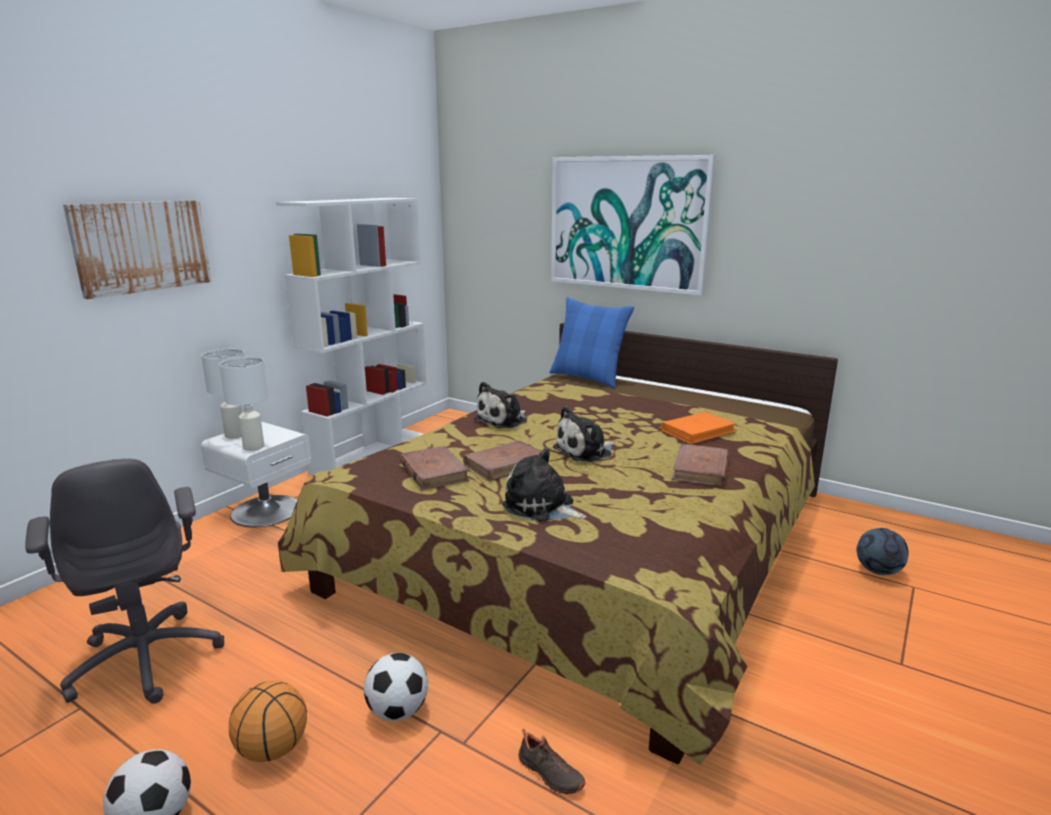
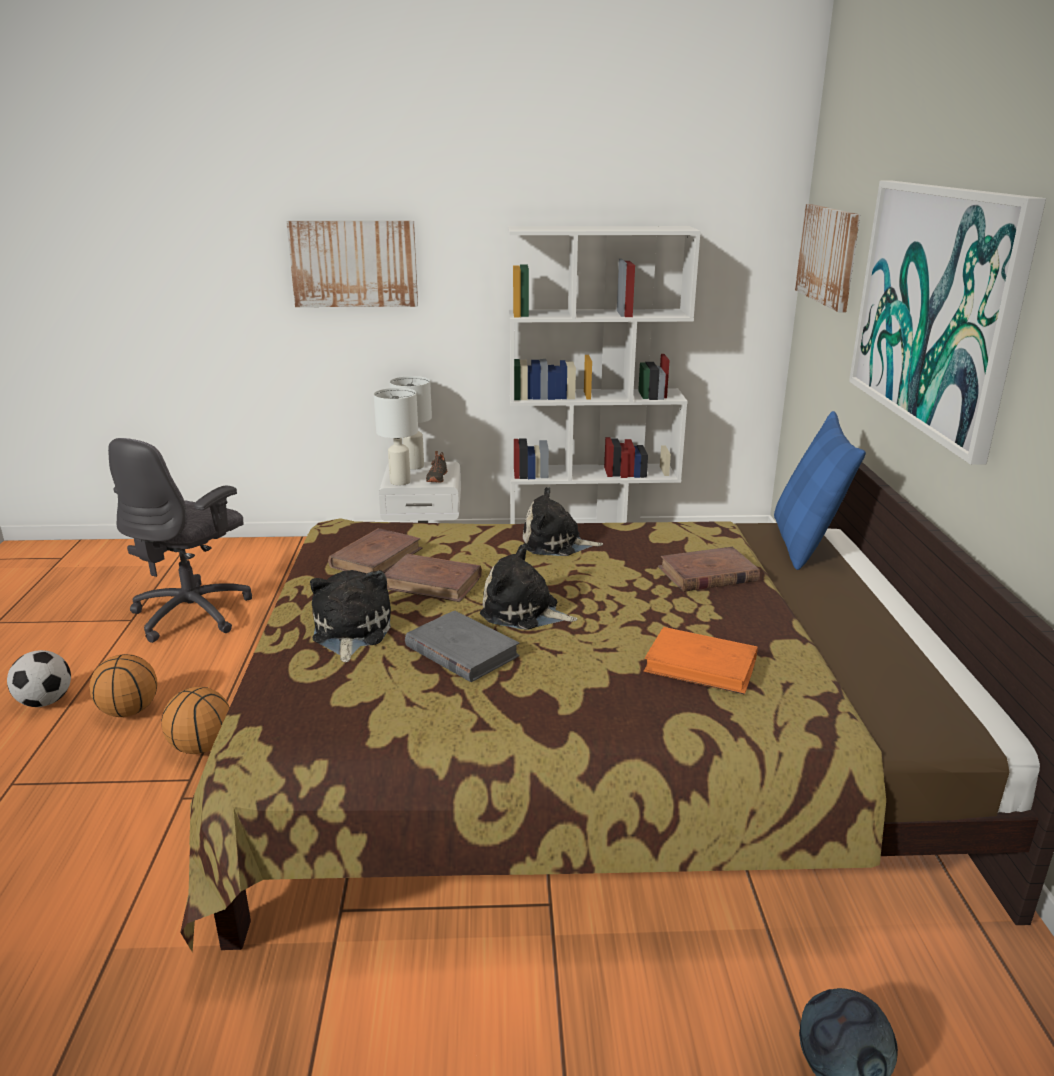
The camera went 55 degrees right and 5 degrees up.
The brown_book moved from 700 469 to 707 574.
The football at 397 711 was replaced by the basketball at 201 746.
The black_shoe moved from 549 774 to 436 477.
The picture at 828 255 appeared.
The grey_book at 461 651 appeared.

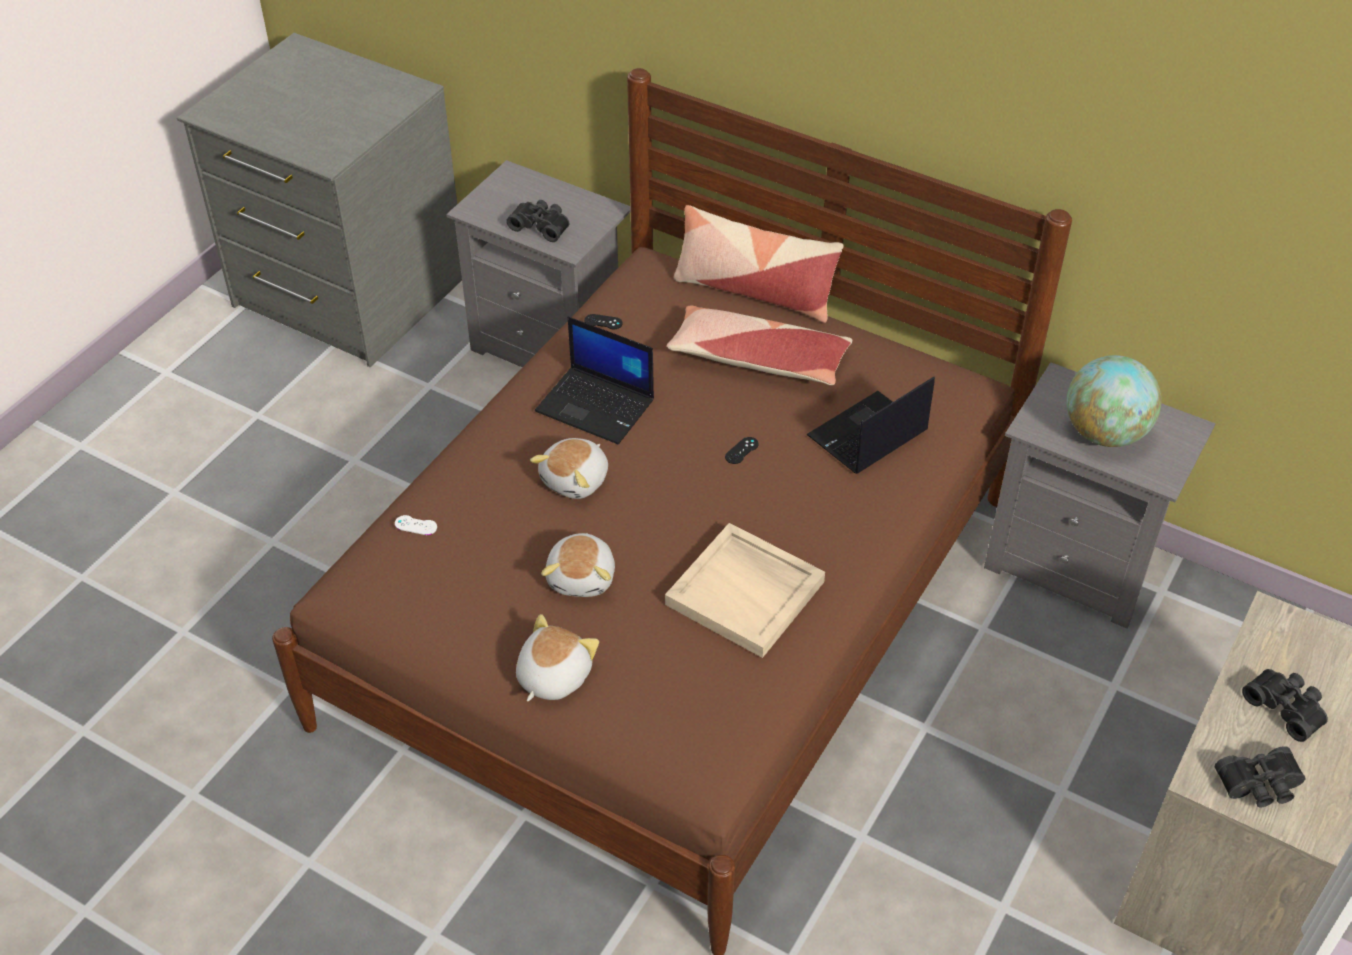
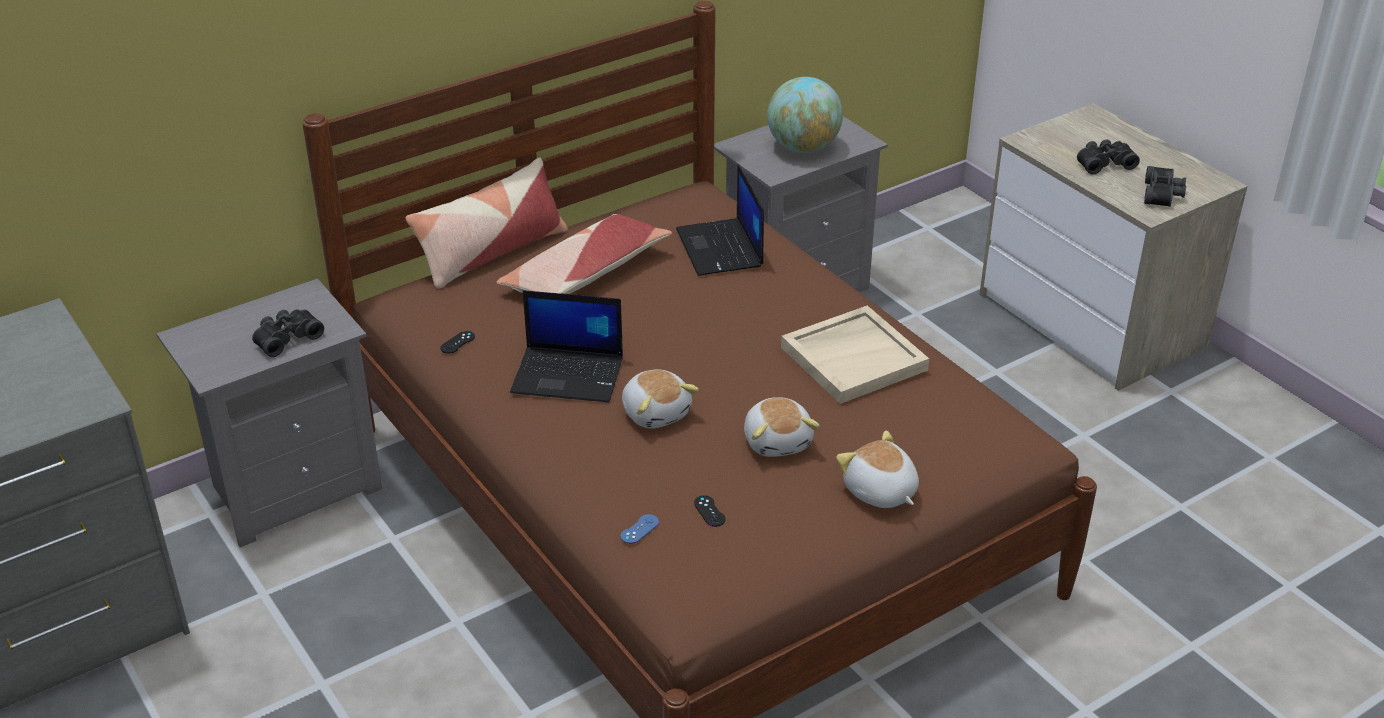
The camera went 65 degrees left and 10 degrees down.
The laptop at 597 405 turned 45 degrees clockwise.
The black_game_controller moved from 741 450 to 709 511.
The white_game_controller at 416 525 became the blue_game_controller at 639 529.
The plush_toy at 582 577 turned 45 degrees clockwise.

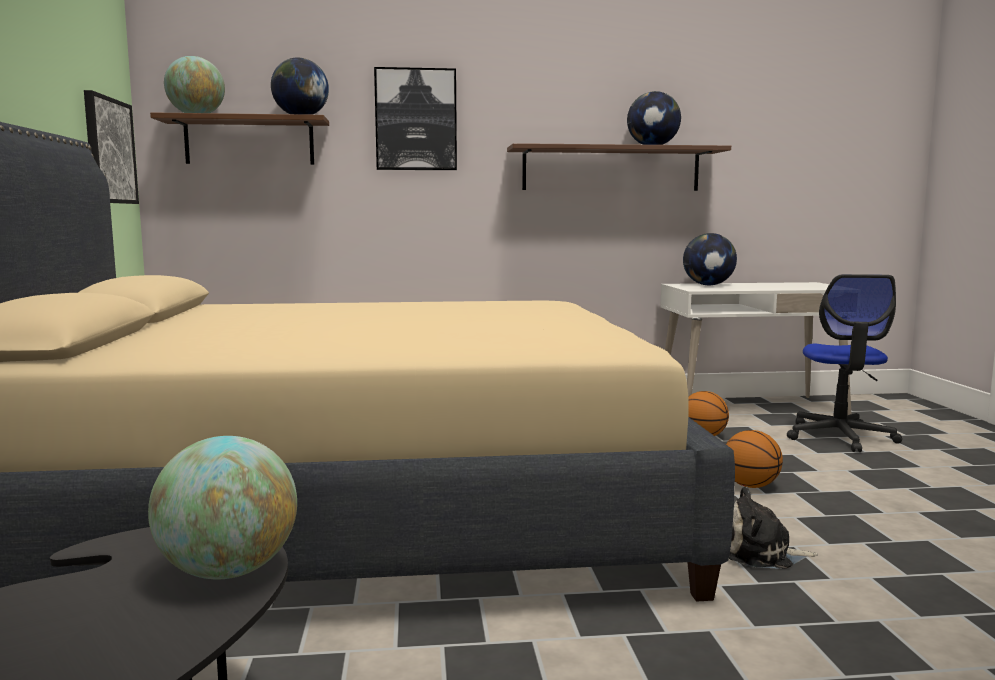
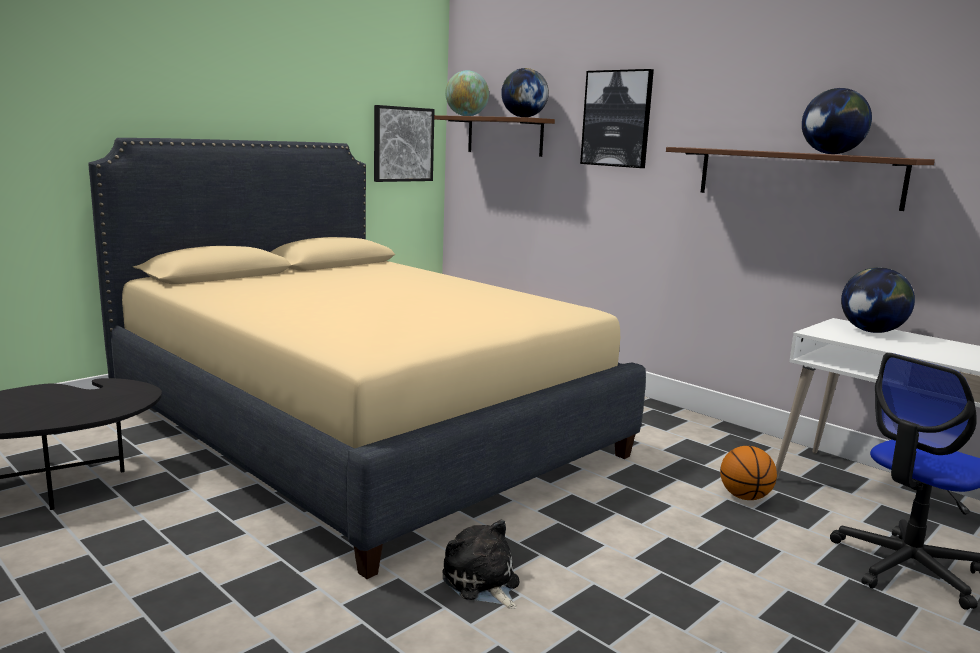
The camera went 50 degrees right and 5 degrees up.
The basketball at 750 486 disappeared.
The globe at 229 571 disappeared.

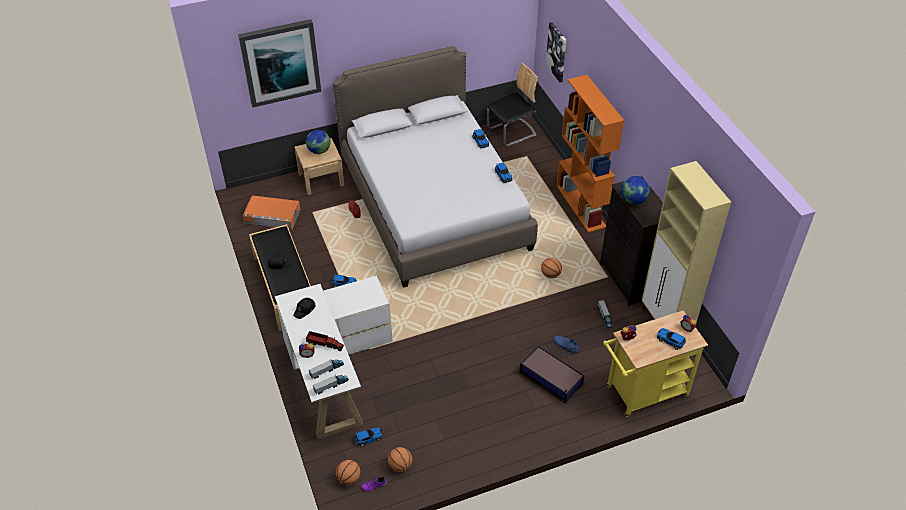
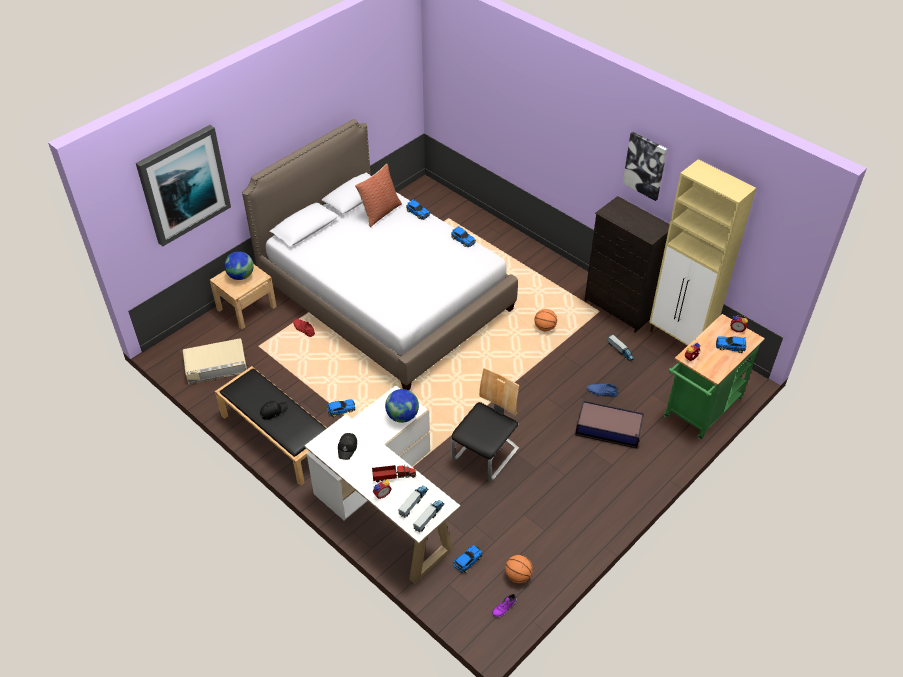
The camera went 25 degrees left and 0 degrees up.
The picture moved from 557 52 to 645 165.
The chair moved from 512 132 to 486 455.
The orange_bookcase at 581 206 disappeared.
The globe moved from 633 200 to 402 416.
The orange_storage_box at 273 216 became the beige_storage_box at 216 365.
The yellow_cart at 642 393 became the green_cart at 699 411.
The basketball at 349 478 disappeared.
The pillow at 380 212 appeared.

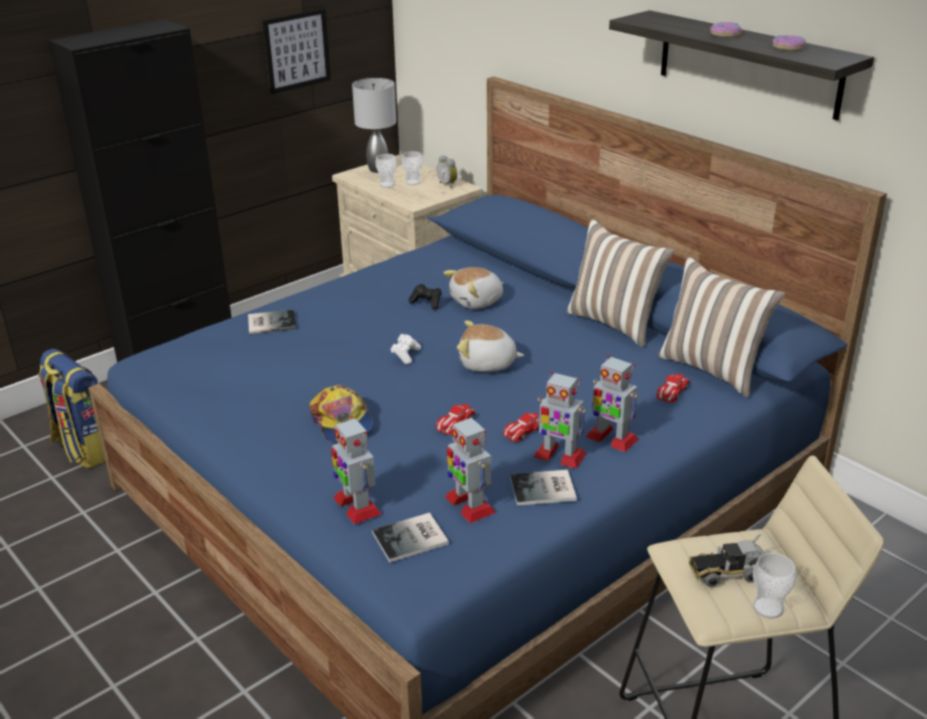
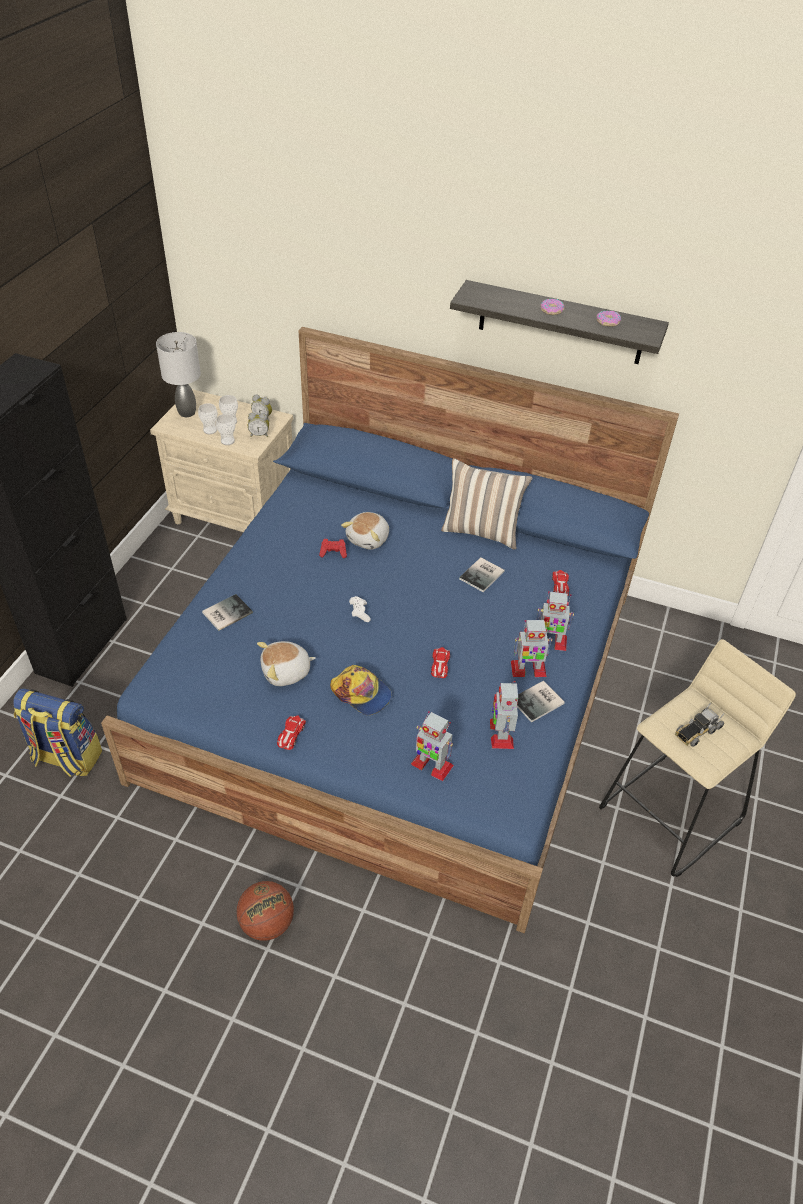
The camera went 30 degrees left and 15 degrees up.
The picture at 297 51 disappeared.
The pillow at 713 369 disappeared.
The black_game_controller at 427 303 became the red_game_controller at 333 553.
The plush_toy moved from 487 364 to 286 672.
The toy_car moved from 524 430 to 291 734.
The toy_robot at 469 504 turned 60 degrees clockwise.
The book moved from 412 539 to 483 575.
The cup moved from 768 608 to 227 441.
The alarm_clock at 259 435 appeared.
The basketball at 267 923 appeared.

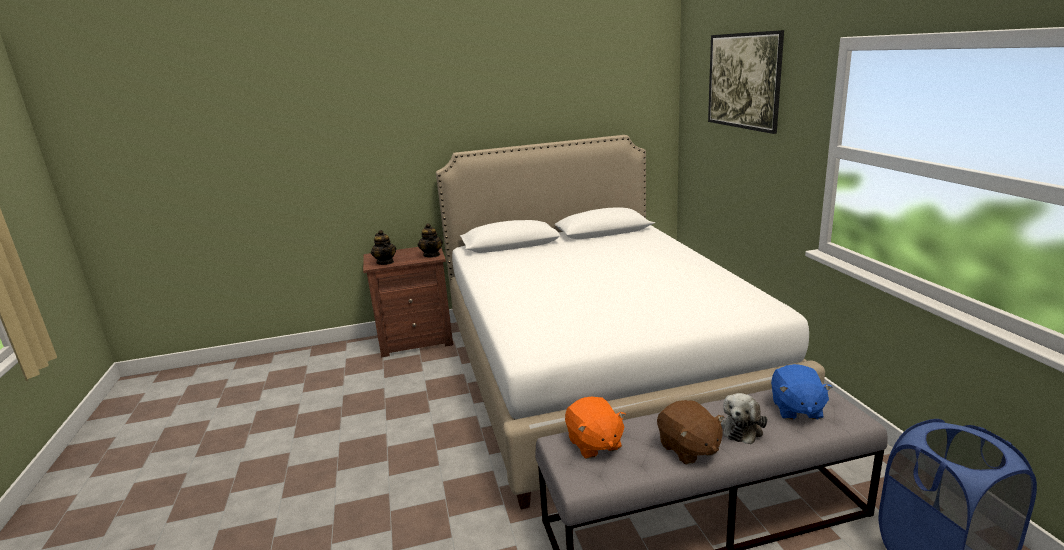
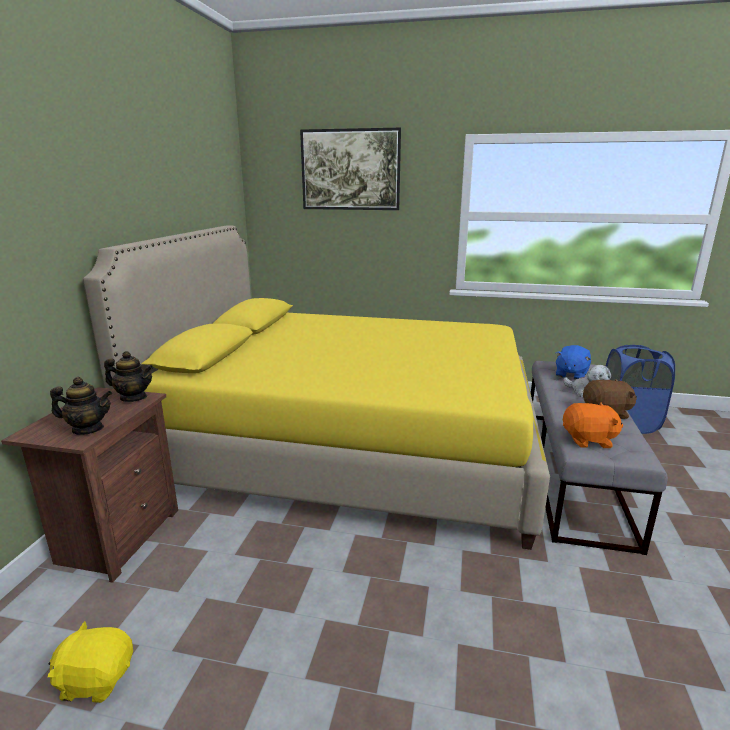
The camera went 65 degrees left and 0 degrees up.
The white_bed at 597 371 became the yellow_bed at 350 446.
The blue_plush_toy at 796 409 turned 90 degrees clockwise.
The yellow_plush_toy at 96 679 appeared.

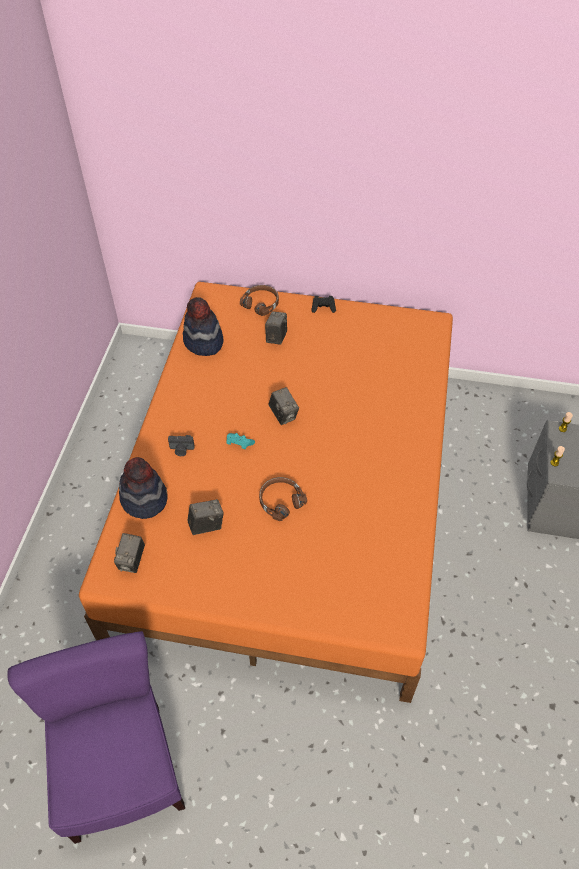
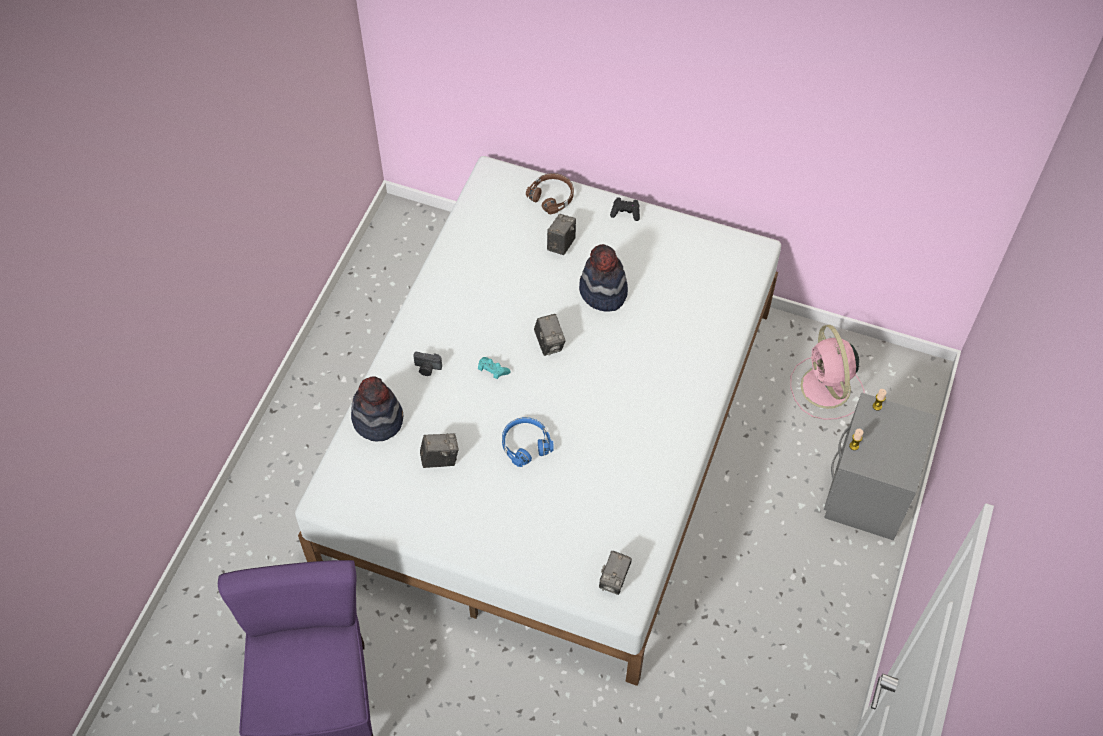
The camera went 10 degrees right and 5 degrees up.
The orange_bed at 290 498 became the white_bed at 553 434.
The hat moved from 203 342 to 603 292.
The brown_headphones at 280 500 became the blue_headphones at 525 444.
The photo_camera moved from 132 561 to 614 580.
The pink_fan at 826 389 appeared.

